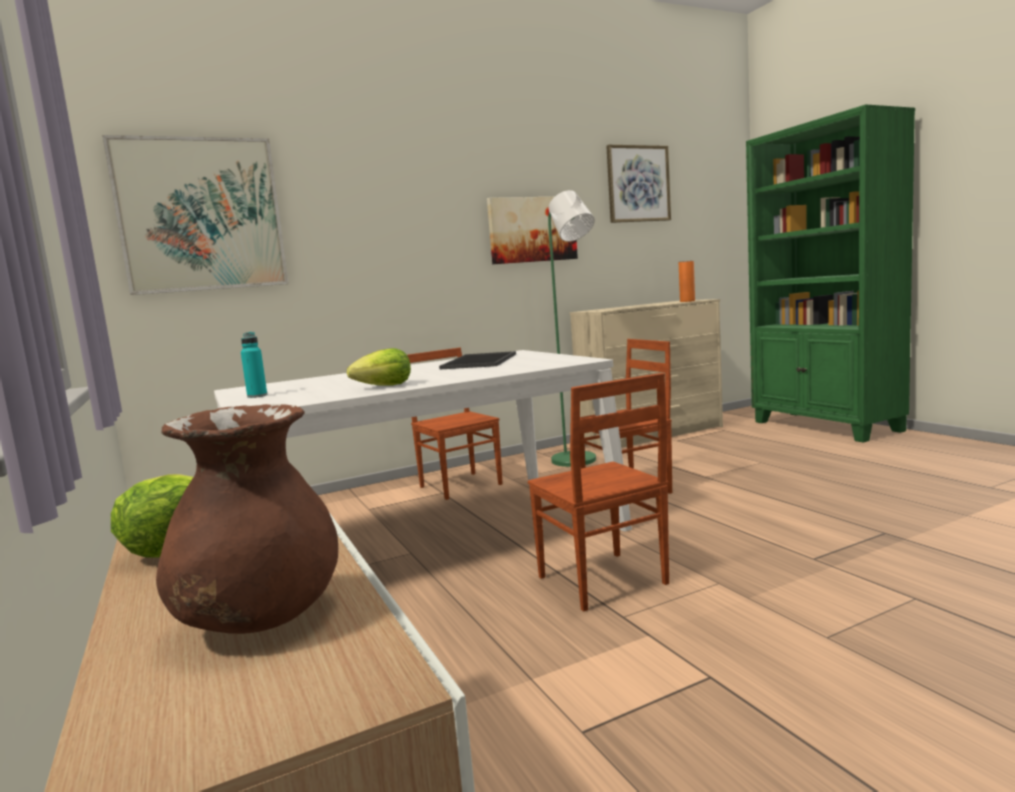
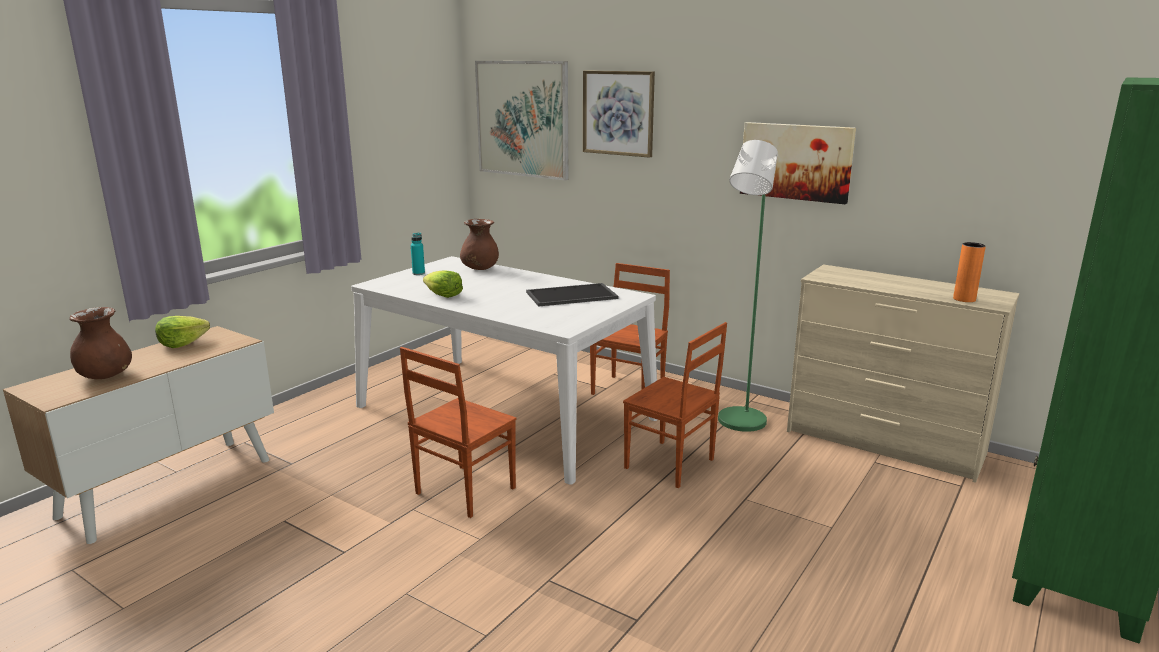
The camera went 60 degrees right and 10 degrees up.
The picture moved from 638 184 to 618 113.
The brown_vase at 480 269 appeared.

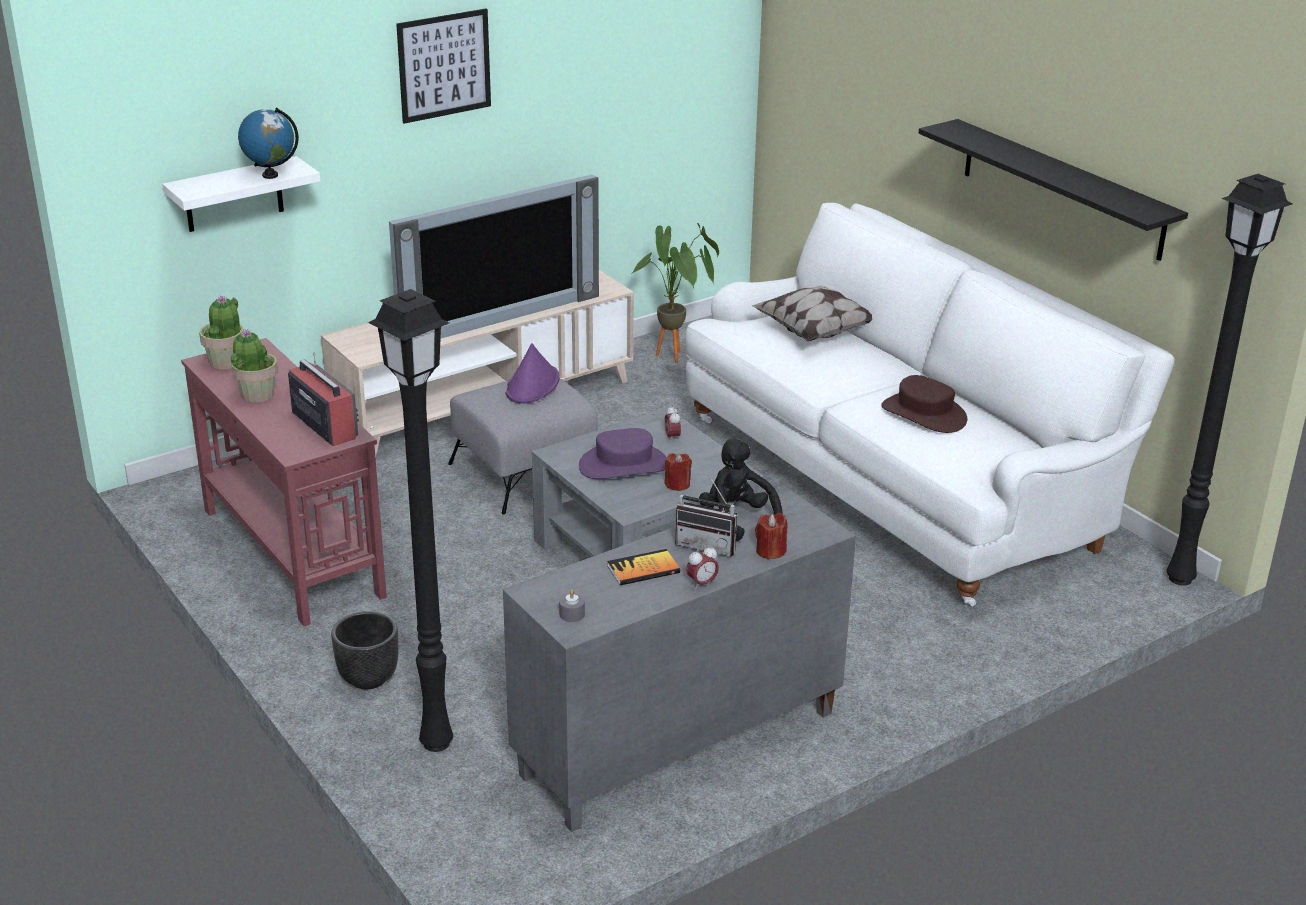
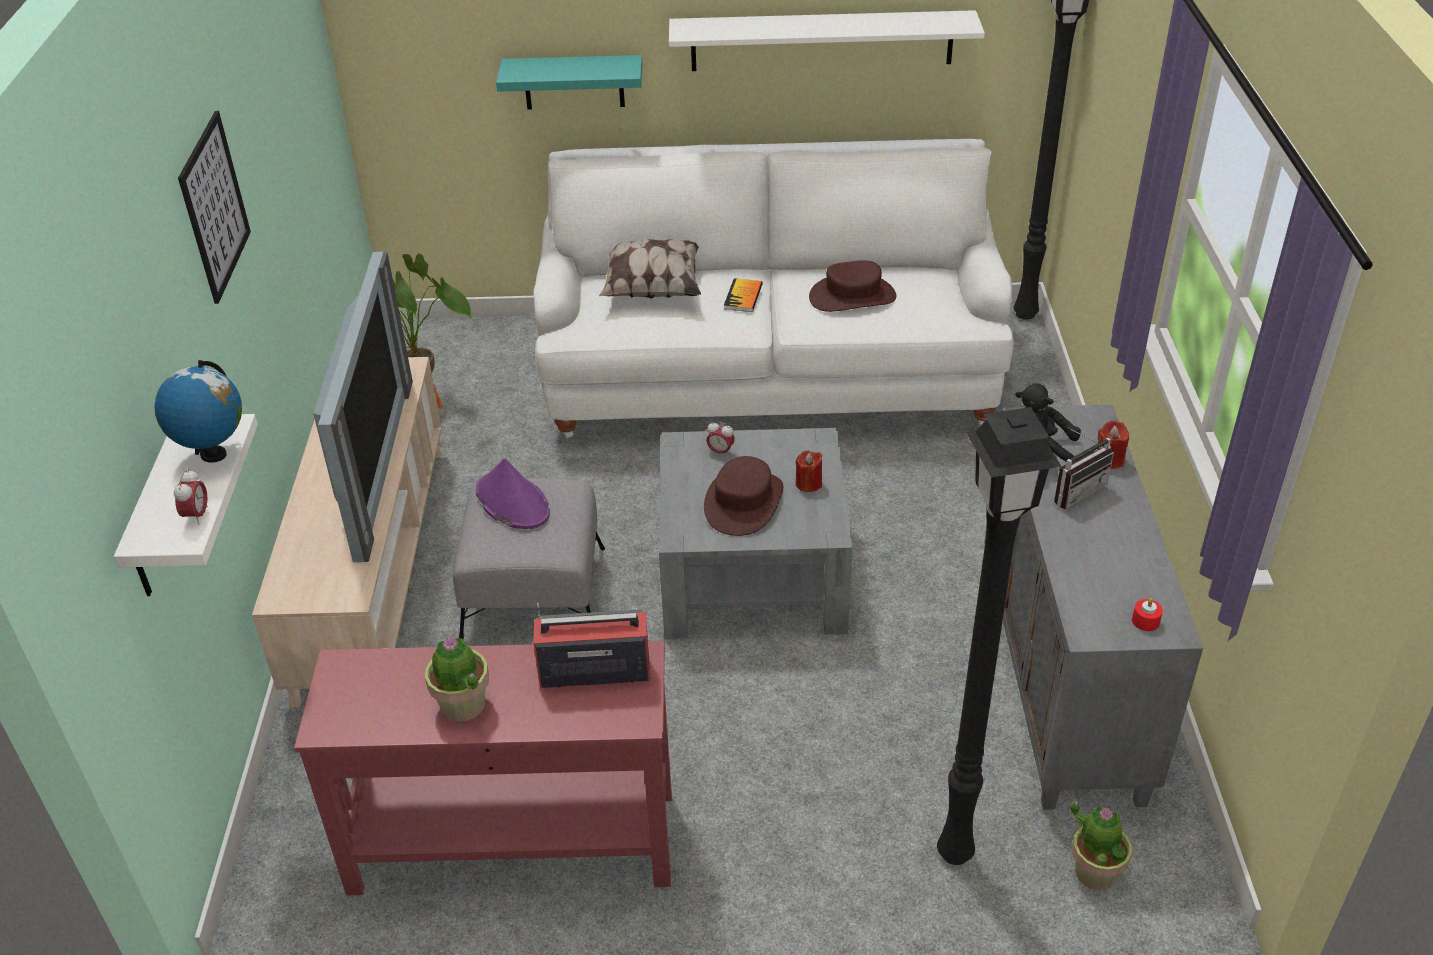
The camera went 55 degrees left and 10 degrees up.
The black_shelf at 1061 189 became the white_shelf at 822 40.
The potted_plant moved from 226 362 to 1095 871.
The purple_hat at 624 465 became the brown_hat at 743 502.
The alarm_clock moved from 702 583 to 197 515.
The book moved from 643 569 to 743 296.
The grey_candle at 572 614 became the red_candle at 1145 621.
The black_planter at 367 678 disappeared.
The turquoise_shelf at 574 82 appeared.

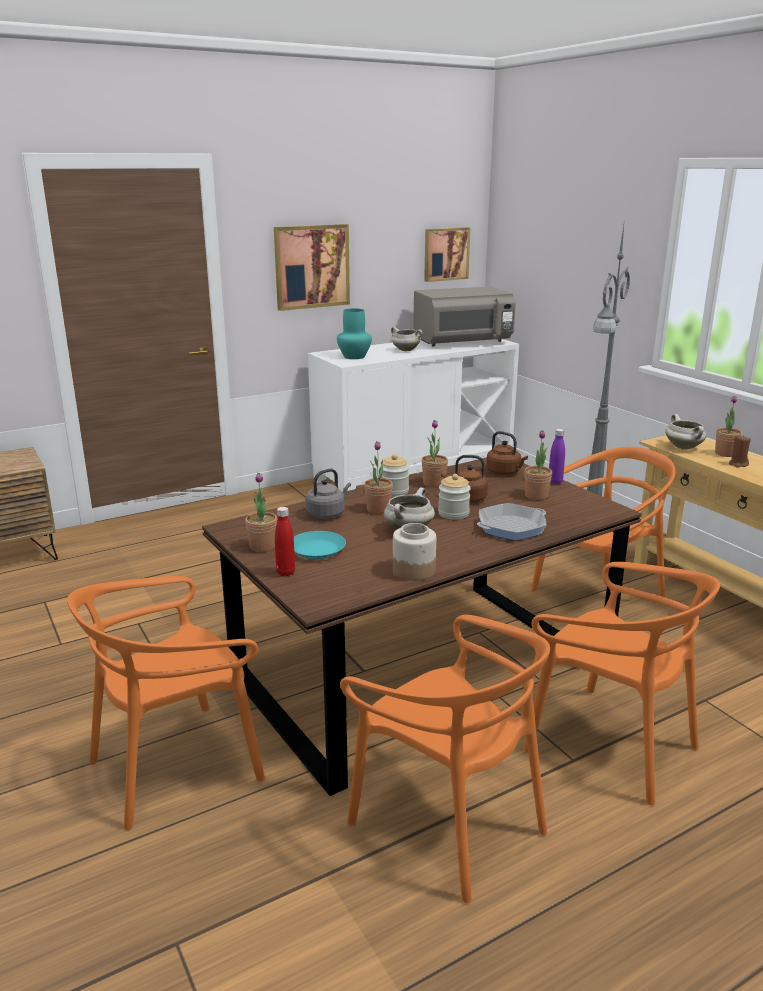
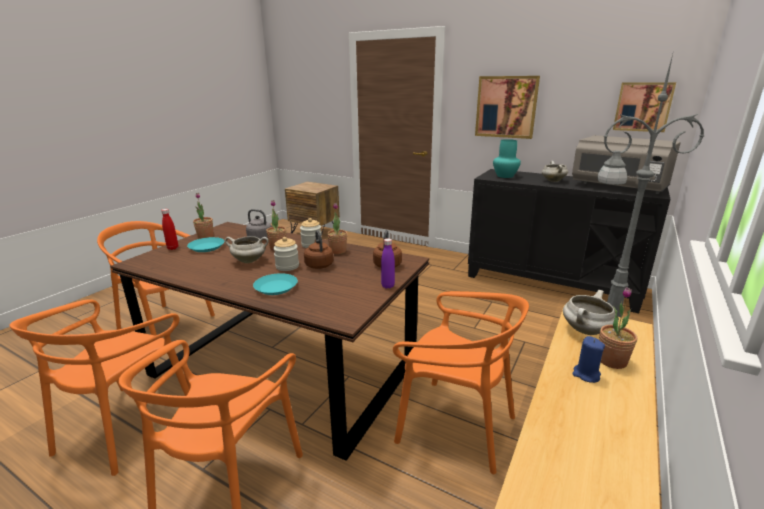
The camera went 60 degrees right and 0 degrees up.
The white_cabinet at 413 473 became the black_cabinet at 551 282.
The potted_plant at 536 496 disappeared.
The brown_candle at 738 464 became the blue_candle at 586 375.
The frying_pan at 511 527 was replaced by the turquoise_plate at 275 288.
The jar at 414 570 disappeared.

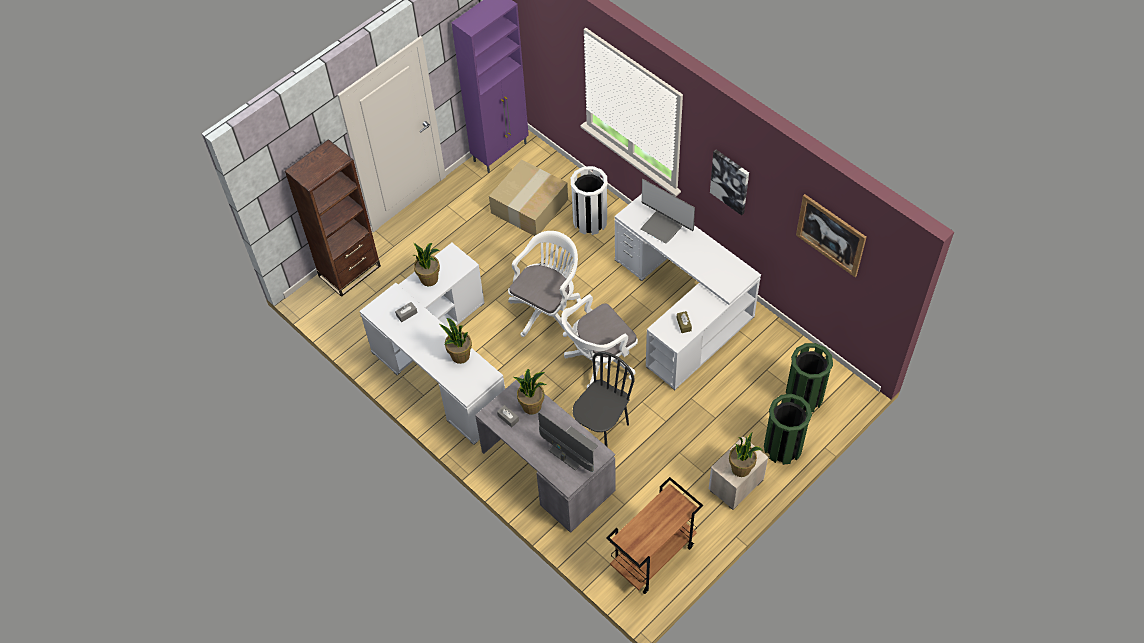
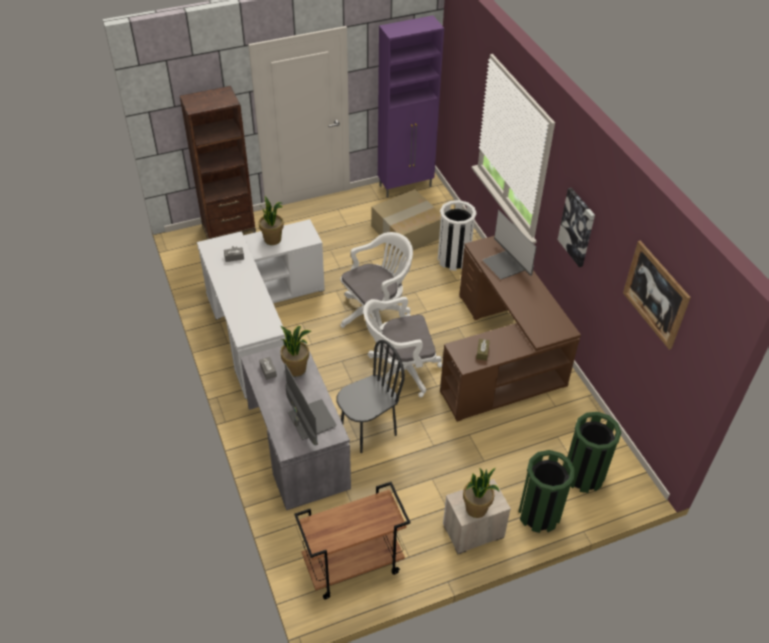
The camera went 20 degrees right and 10 degrees down.
The white_desk at 684 308 became the brown_desk at 502 355.
The potted_plant at 460 356 disappeared.

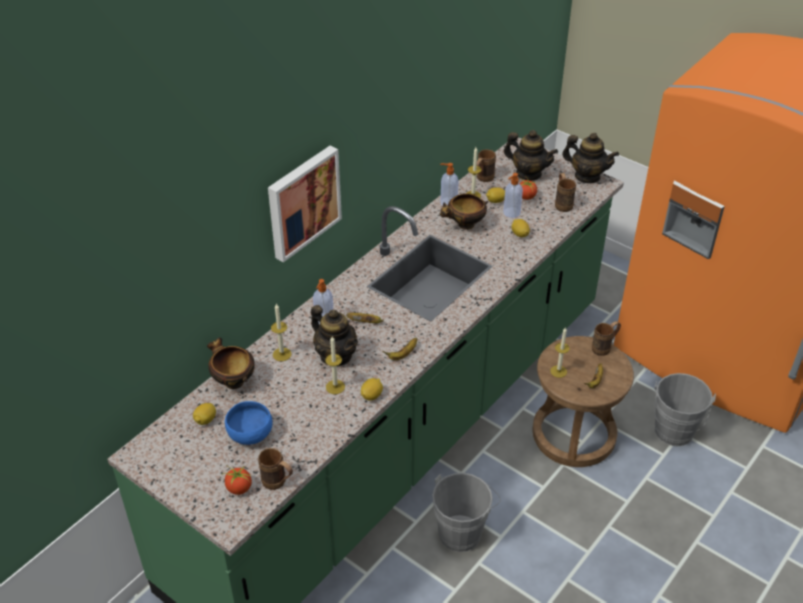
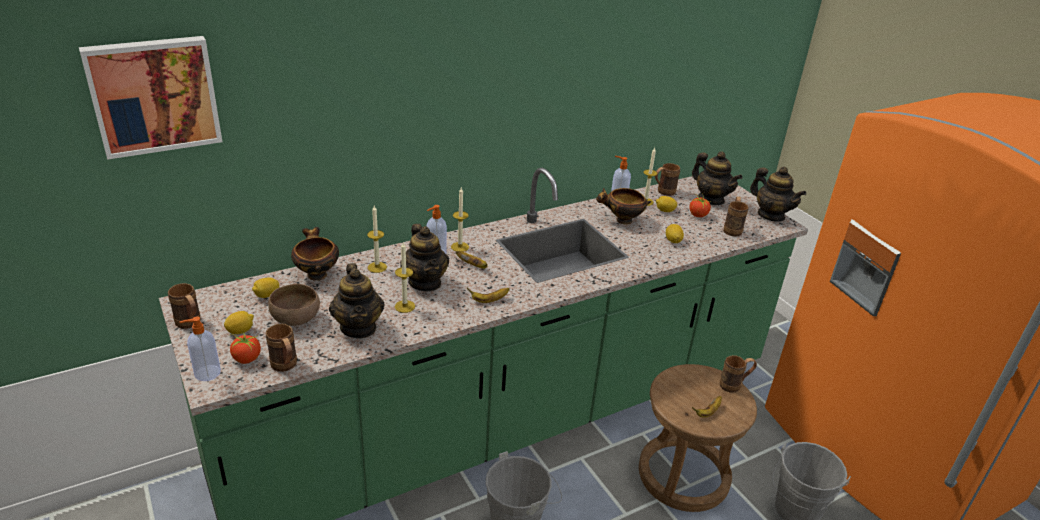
The camera went 20 degrees right and 10 degrees down.
The picture moved from 302 201 to 154 95.
The soap_dispenser moved from 511 213 to 206 373.
The candle moved from 558 371 to 460 247.
The lemon moved from 372 395 to 240 331.
The blue_bowl at 250 433 became the brown_bowl at 296 318.
The teapot at 358 327 appeared.
The brown_mug at 190 324 appeared.

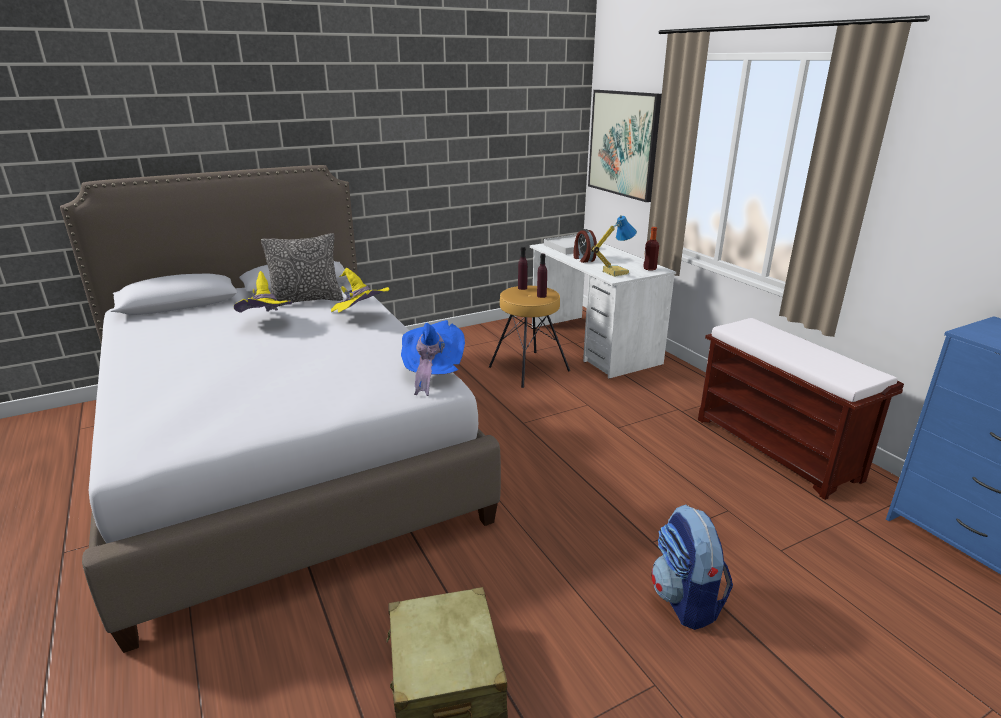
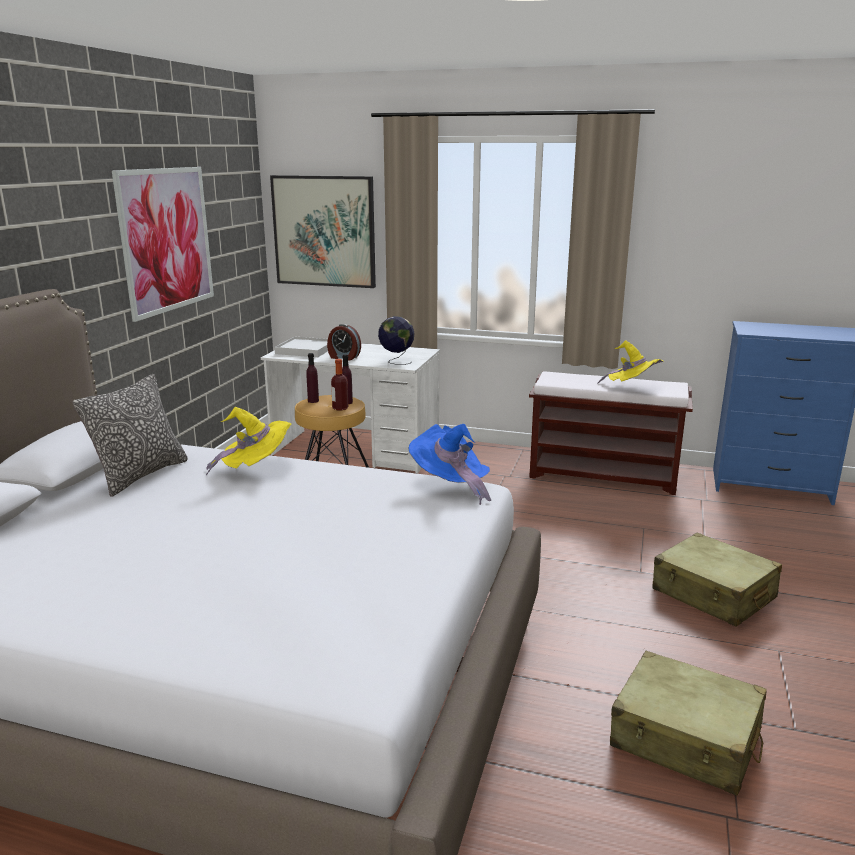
The camera went 45 degrees left and 5 degrees down.
The table_lamp at 614 272 was replaced by the globe at 396 361.
The bottle moved from 649 268 to 340 408.
The yellow_hat moved from 268 324 to 632 387.
The backpack at 686 600 was replaced by the beige_suitcase at 713 594.
The picture at 166 240 appeared.

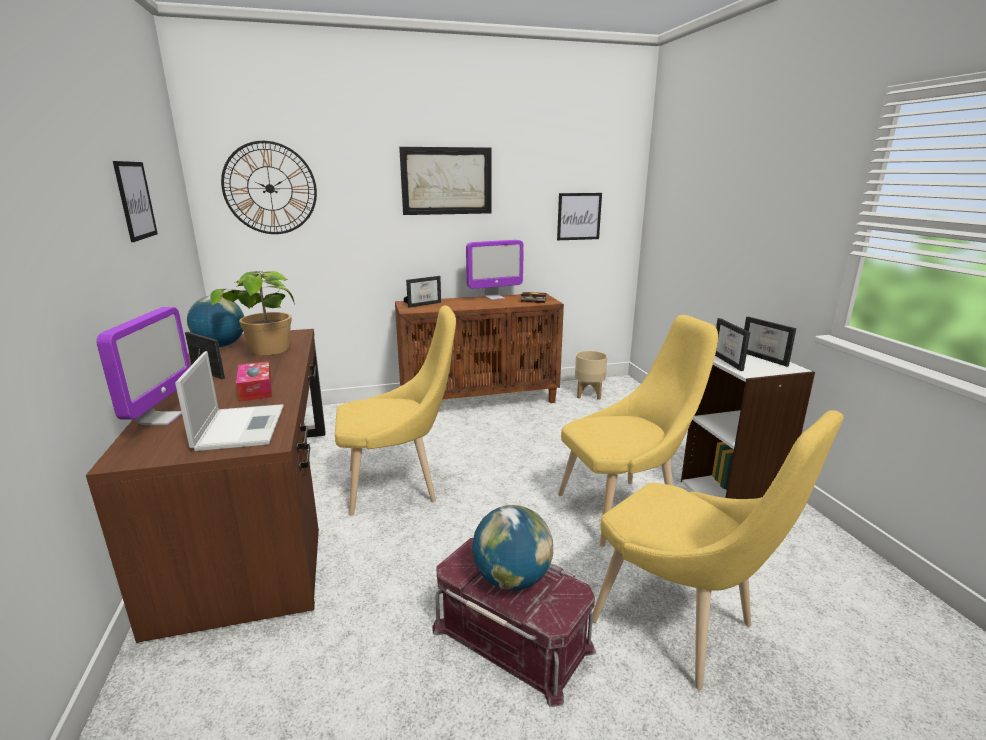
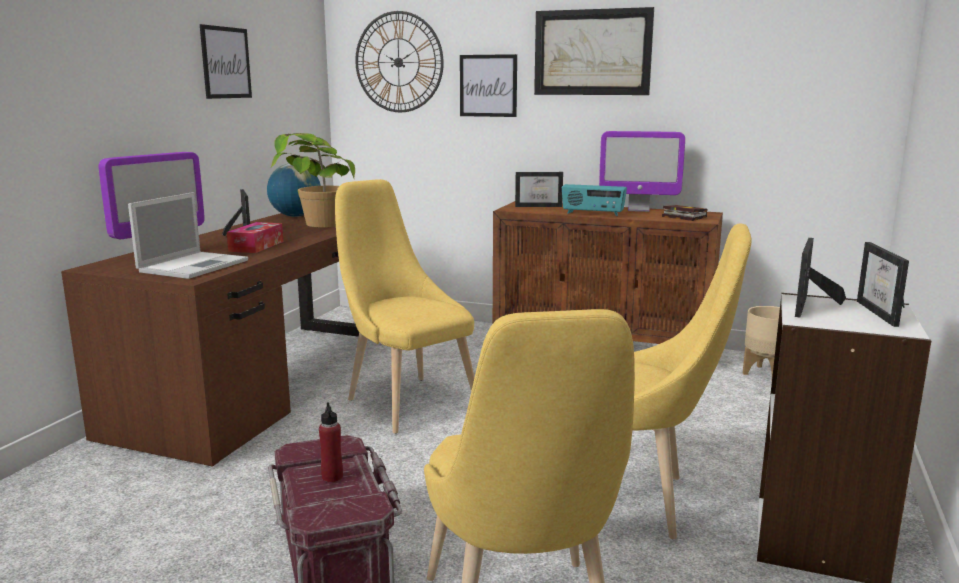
The camera went 35 degrees right and 5 degrees down.
The picture moved from 579 216 to 488 85.
The yellow_chair at 399 485 turned 150 degrees counterclockwise.
The globe at 512 579 was replaced by the red_bottle at 332 477.
The radio at 592 214 appeared.

